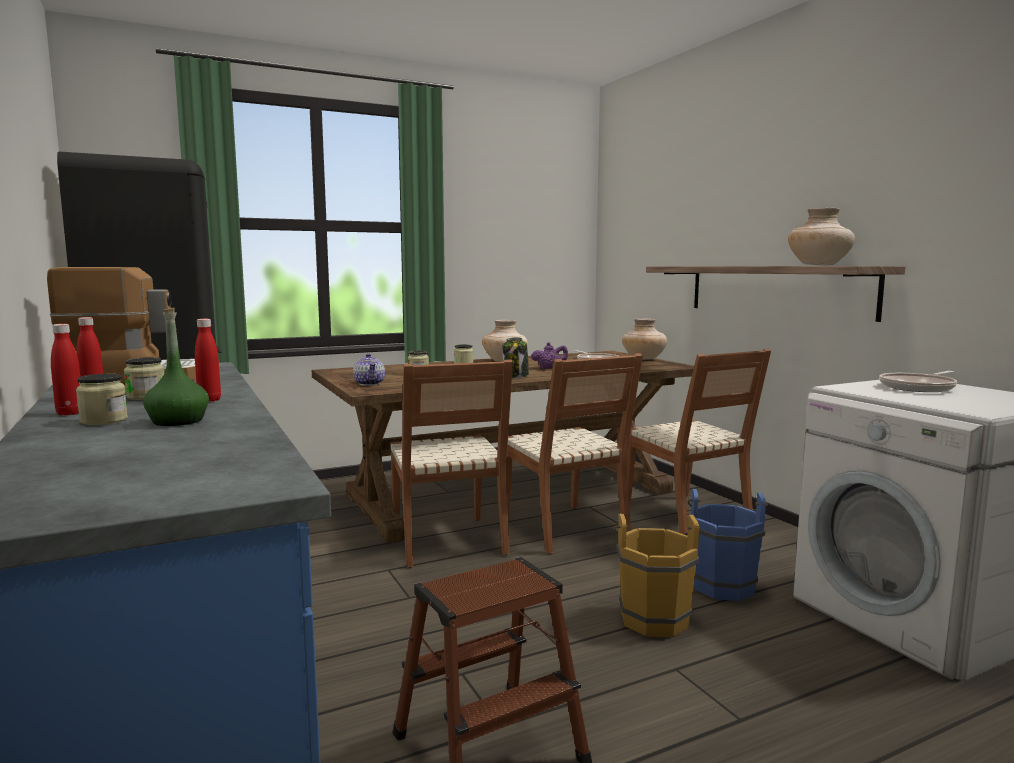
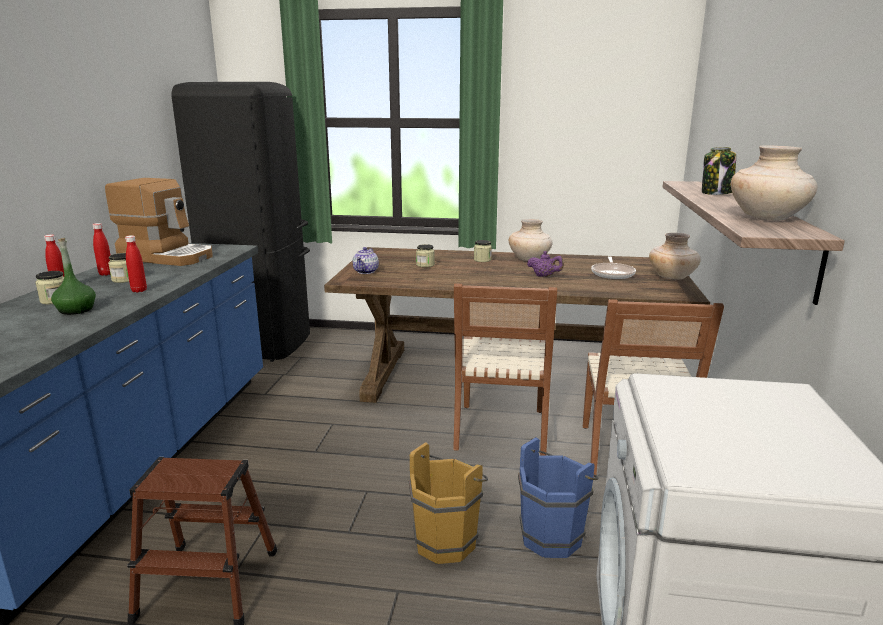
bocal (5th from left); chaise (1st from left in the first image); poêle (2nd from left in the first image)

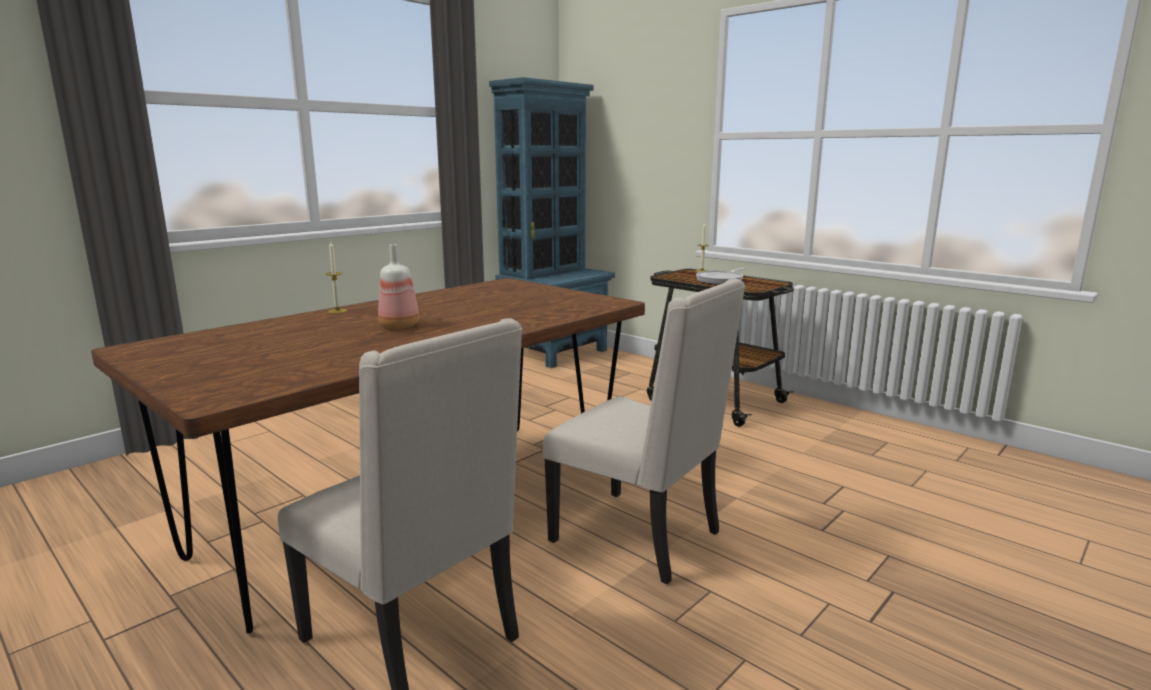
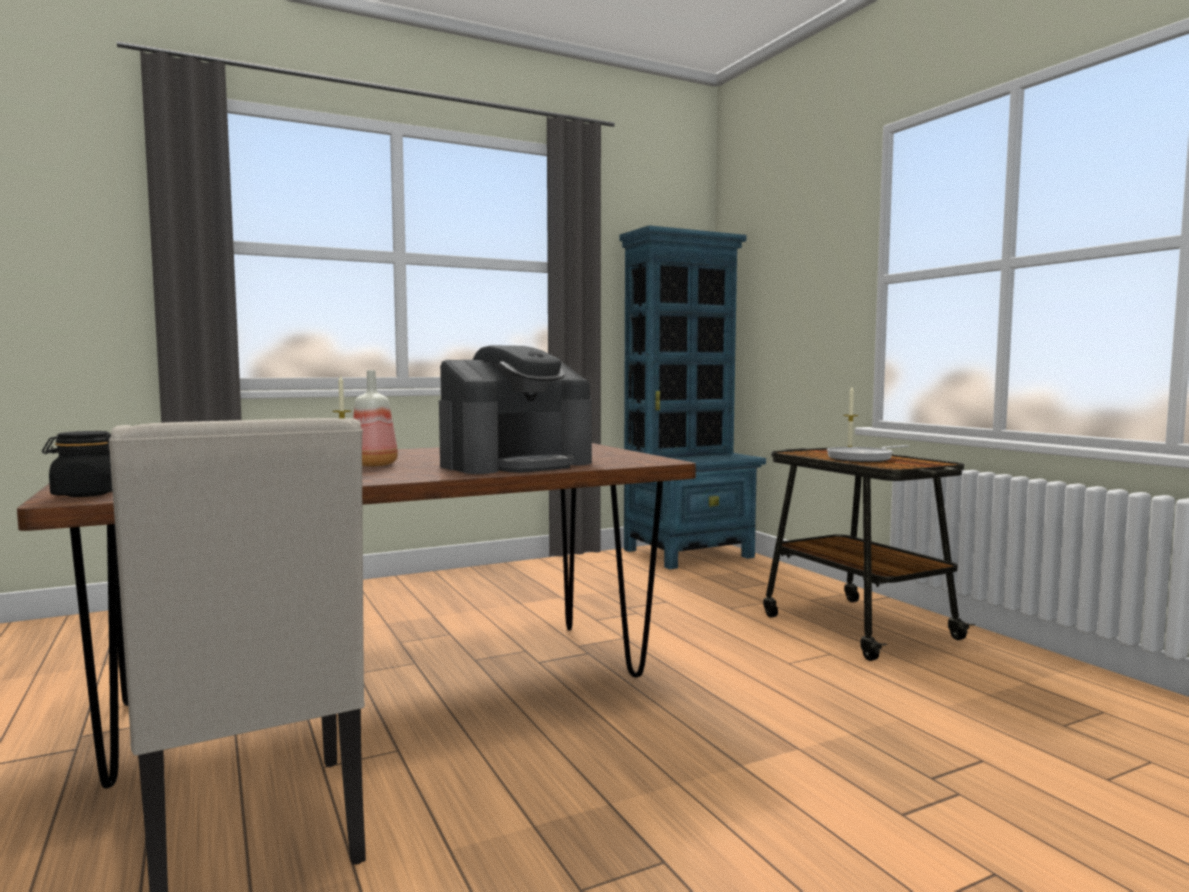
bocal (noir); machine à café; chaise (beige) (2nd from left in the first image)

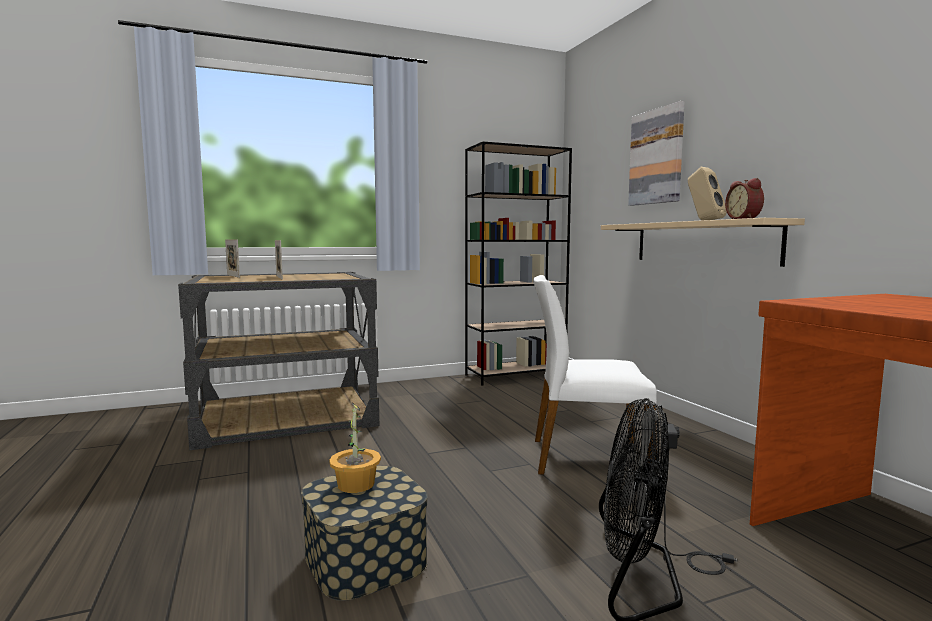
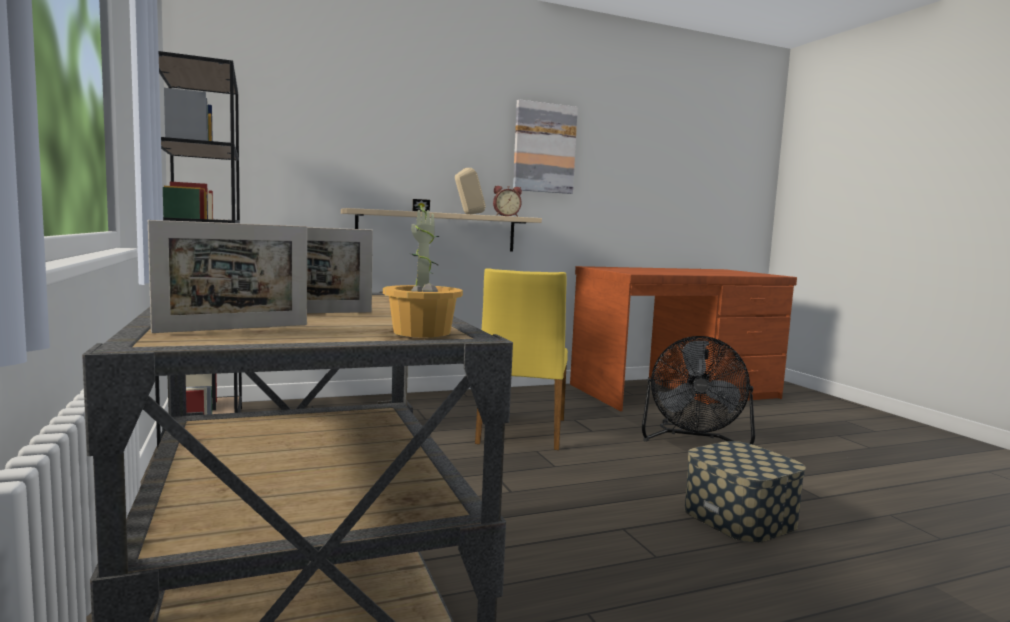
plante en pot; chaise (jaune); tableau

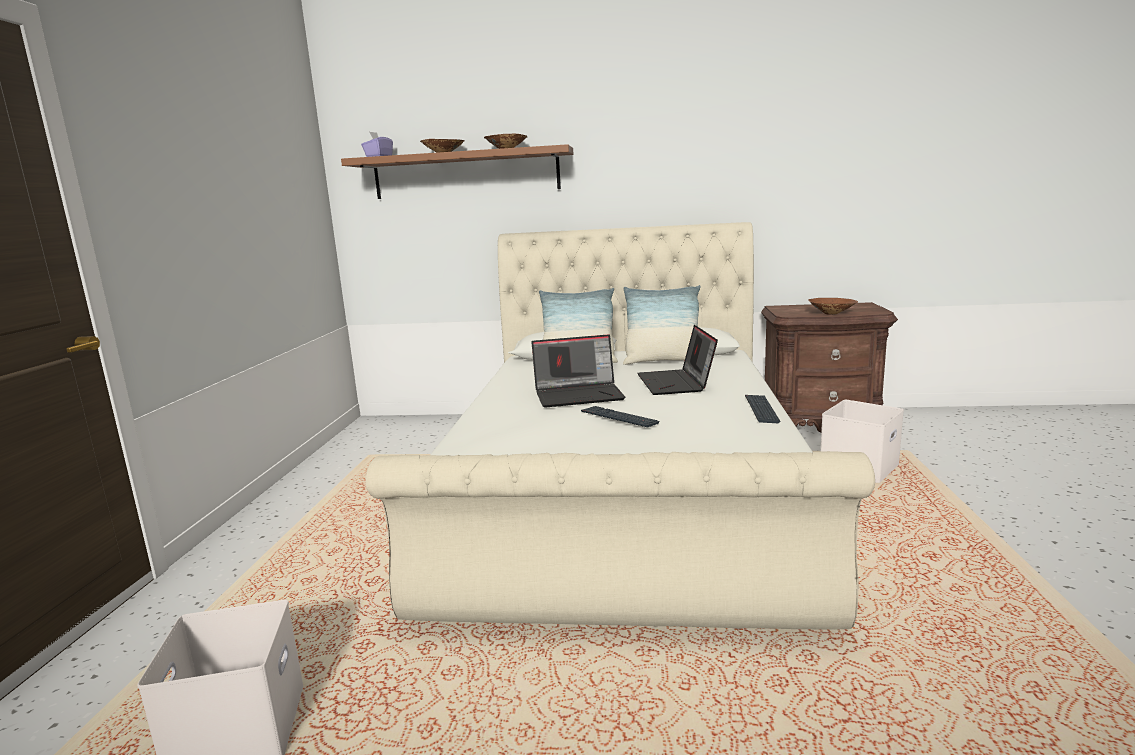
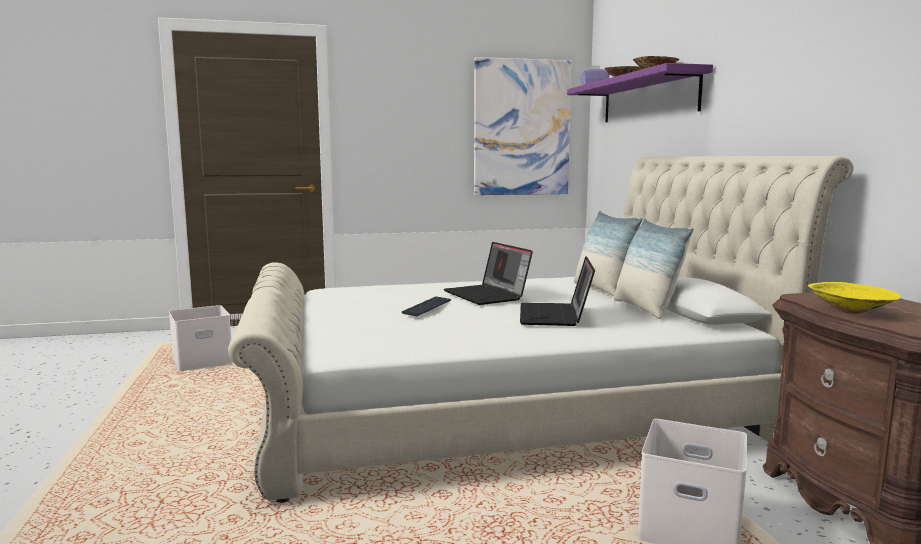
tableau; ordinateur portable (2nd from left); étagère (violet); bol (jaune); clavier (2nd from left in the first image)

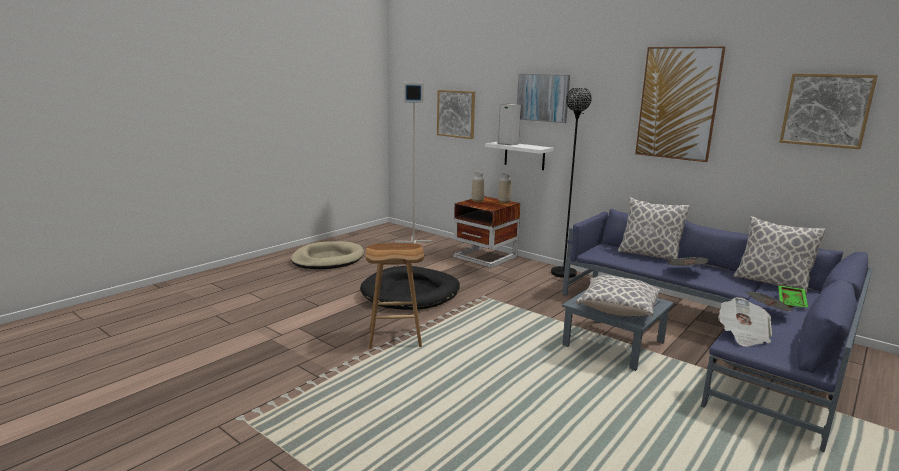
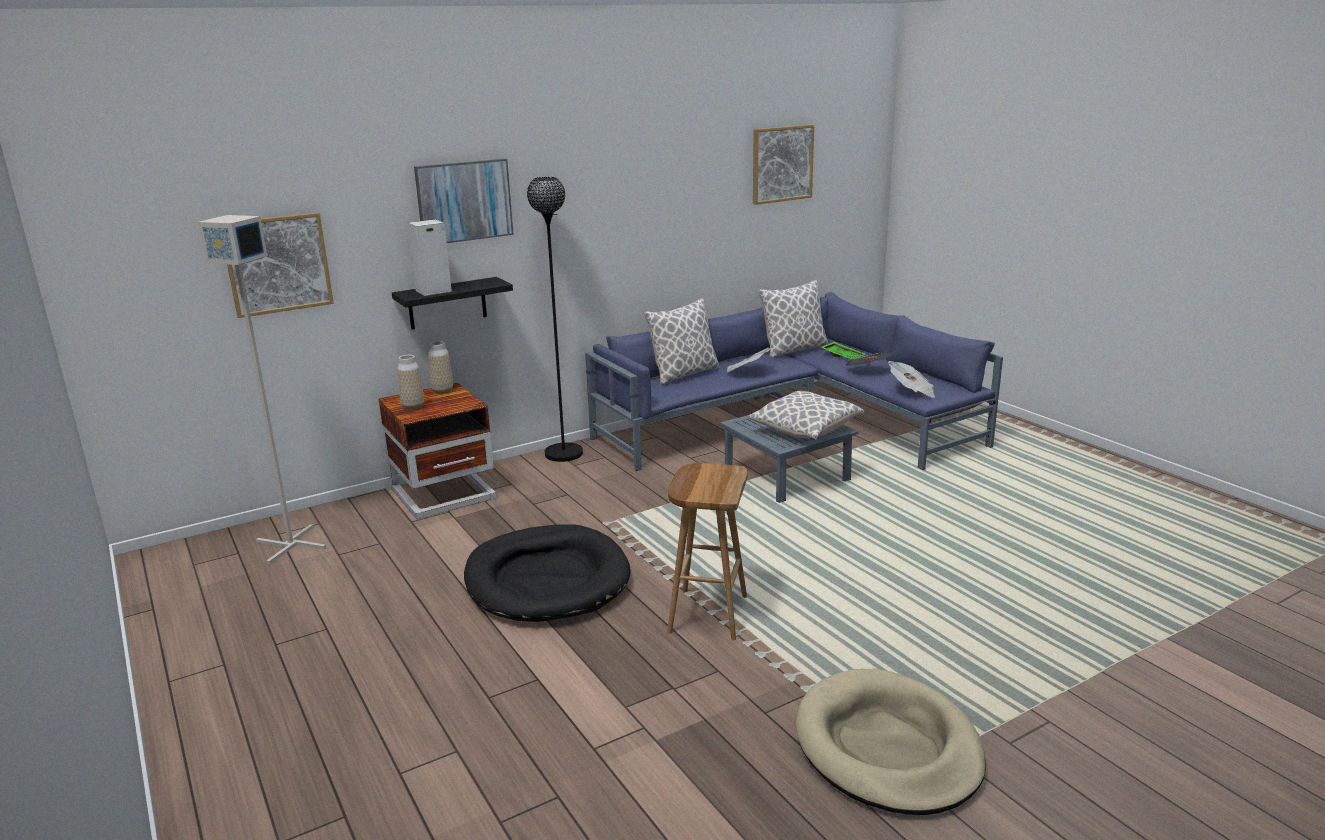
étagère (noir); panier pour chien (beige); tableau (3rd from left in the first image)

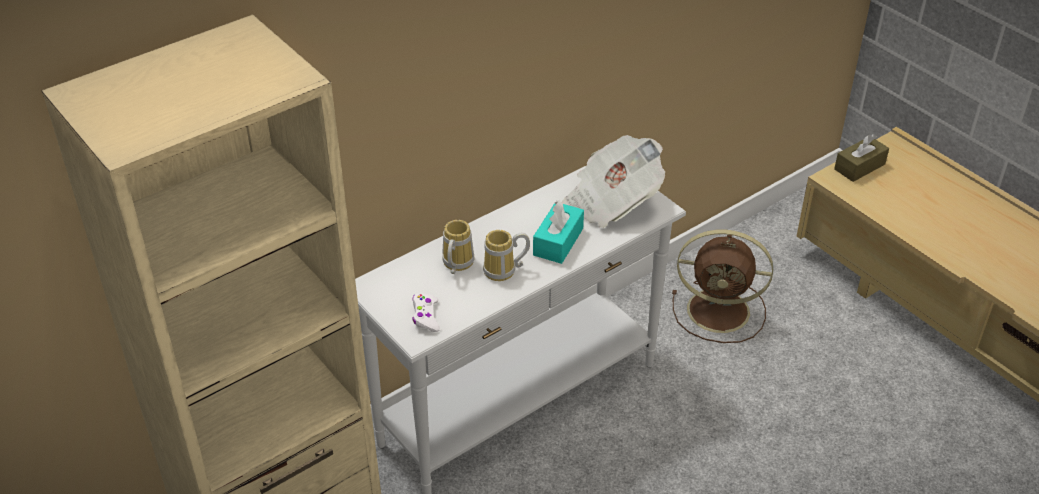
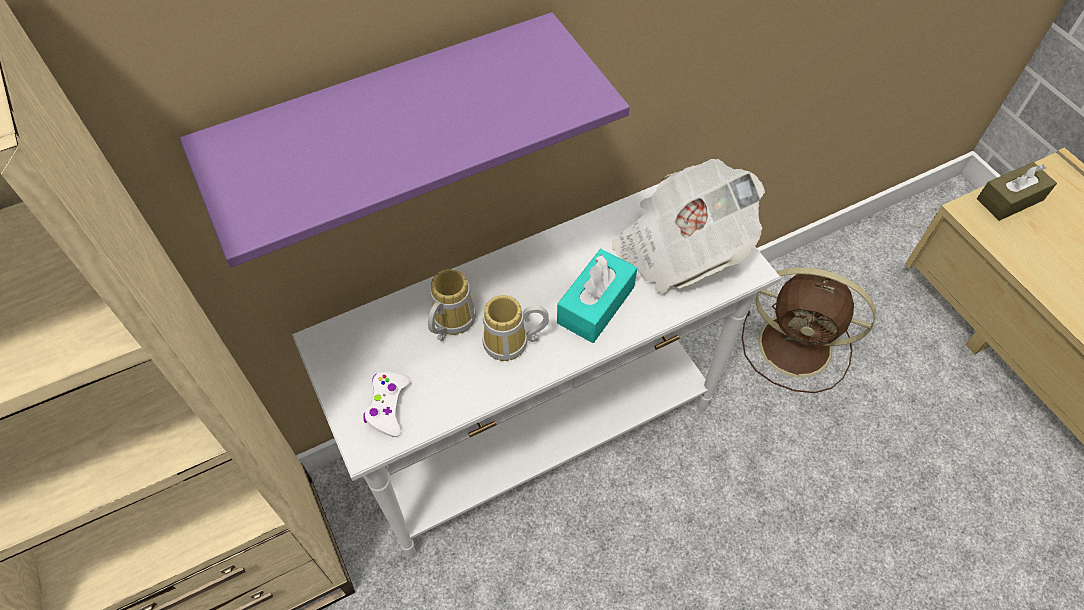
étagère (violet)

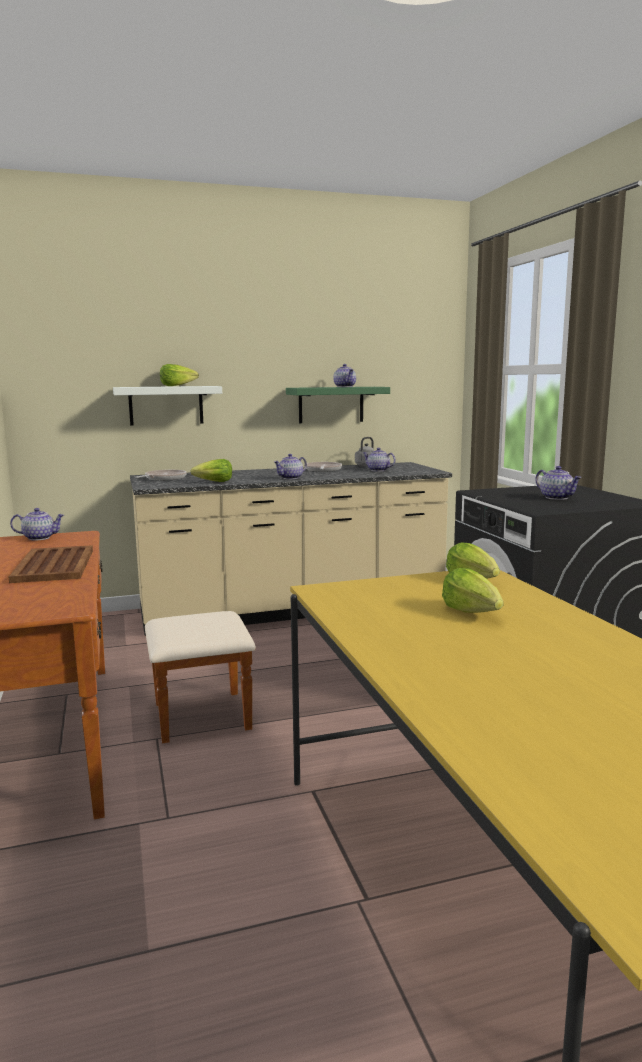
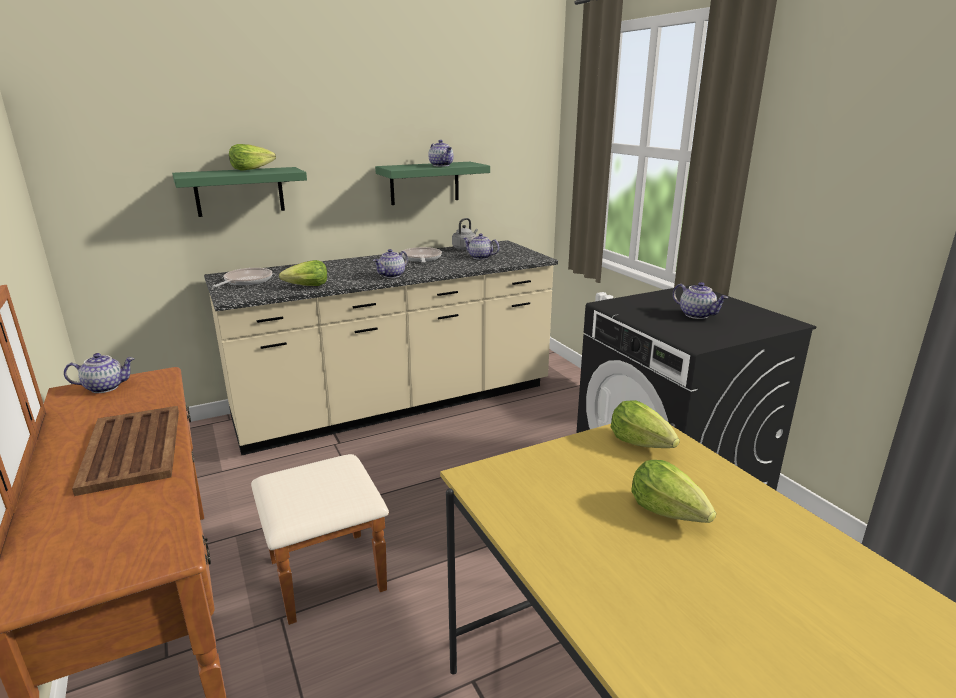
étagère (vert) (1st from left)

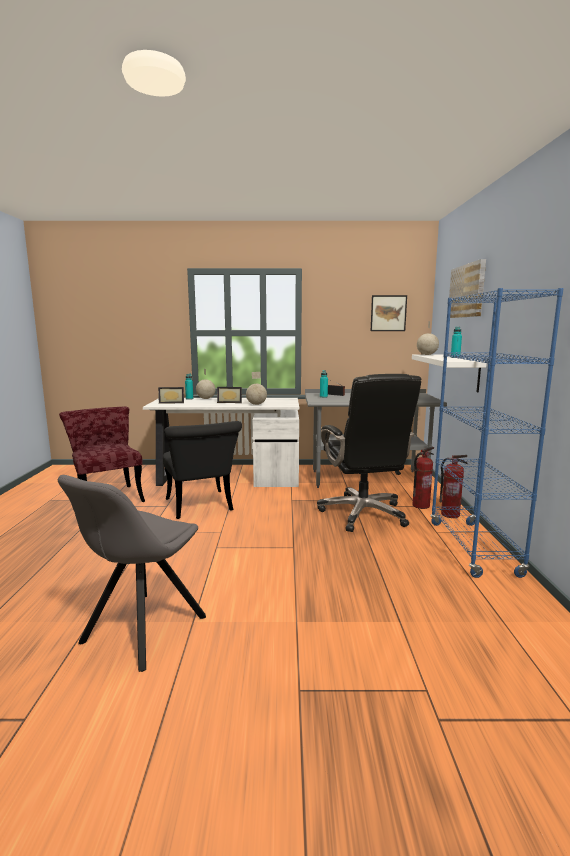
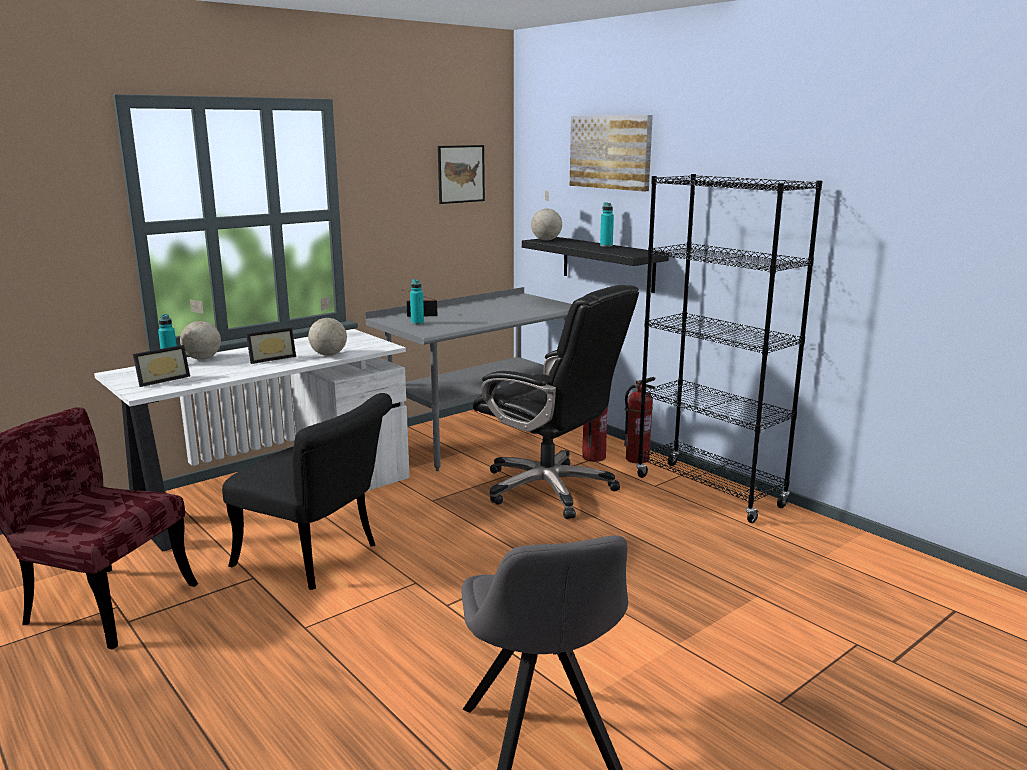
étagère (noir); bibliothèque (noir)

